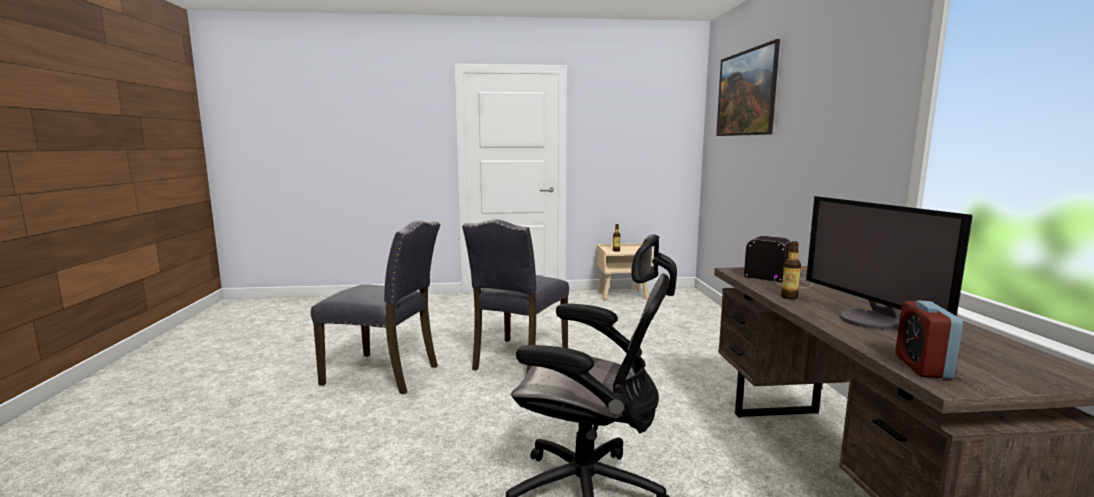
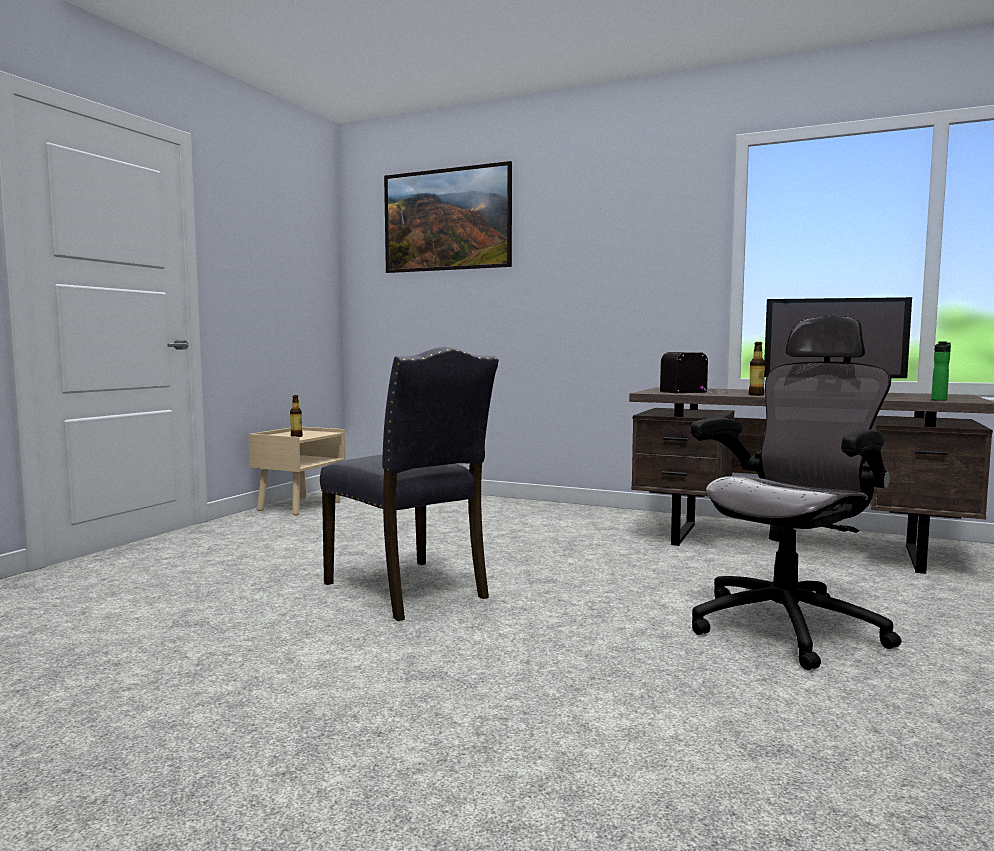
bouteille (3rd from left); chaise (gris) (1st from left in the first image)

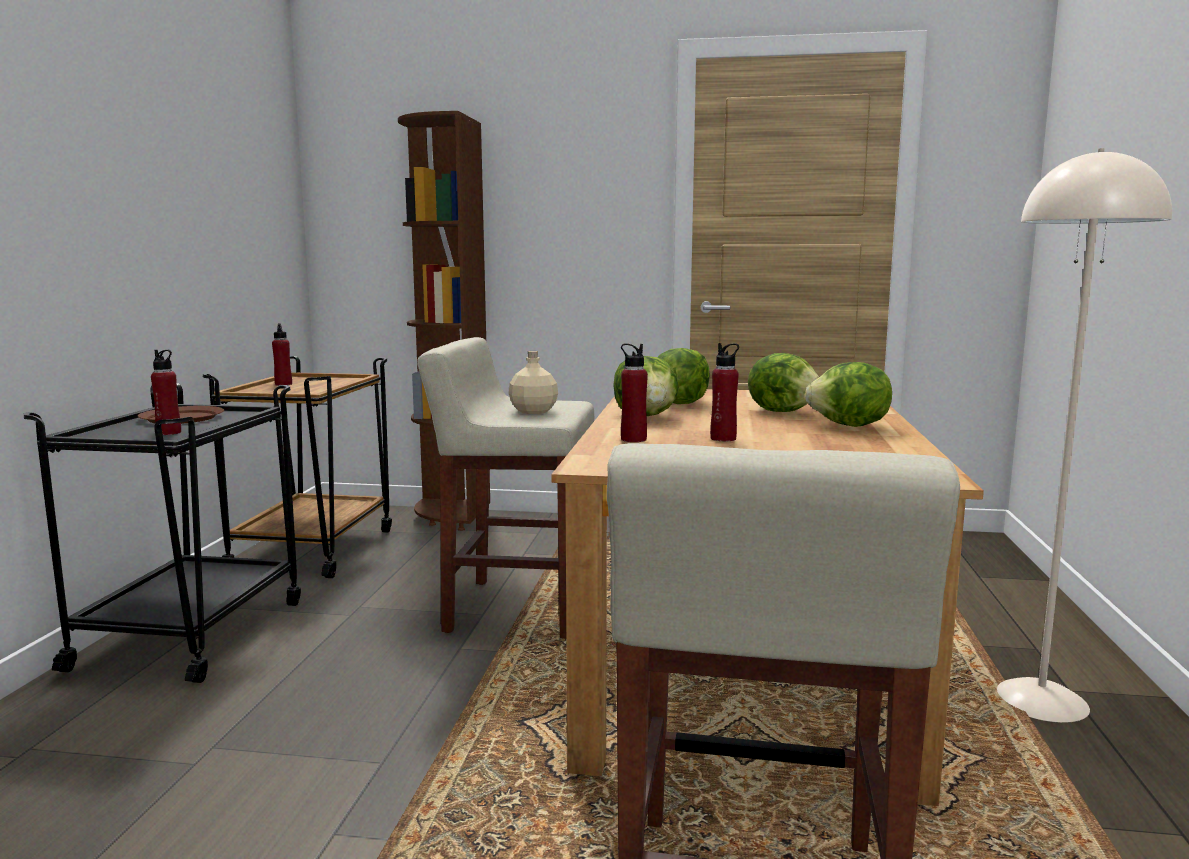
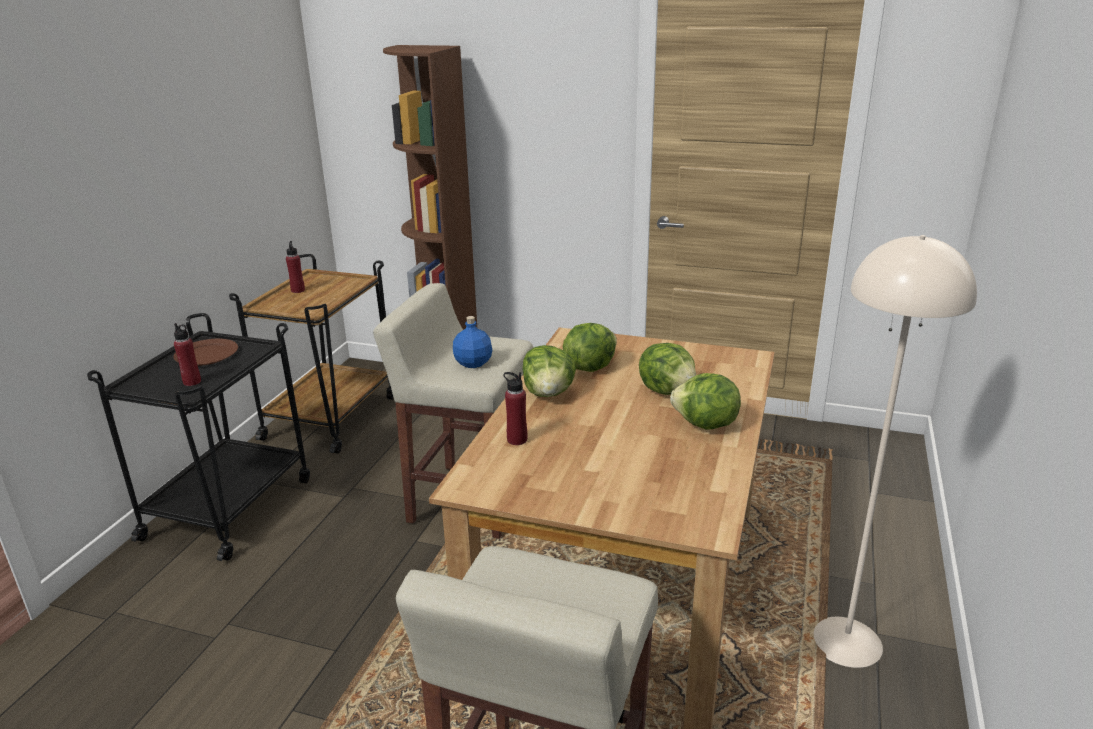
bouteille (bleu); bouteille (rouge) (4th from left in the first image)

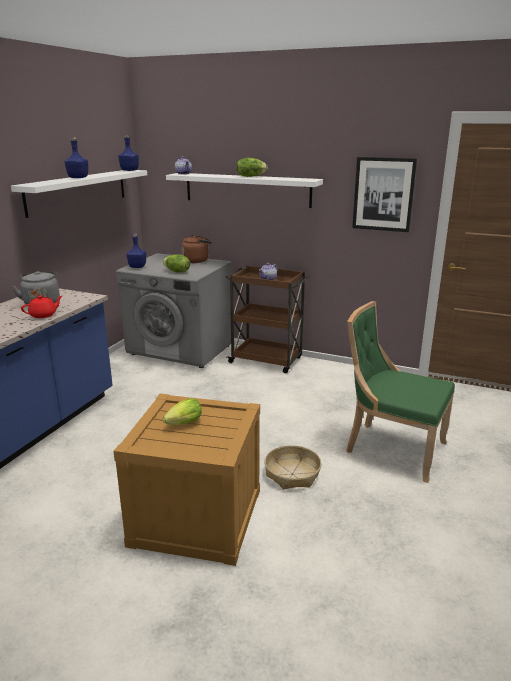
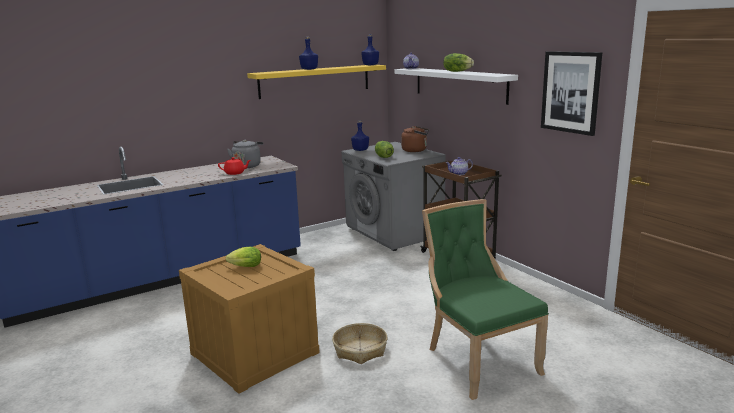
étagère (jaune)

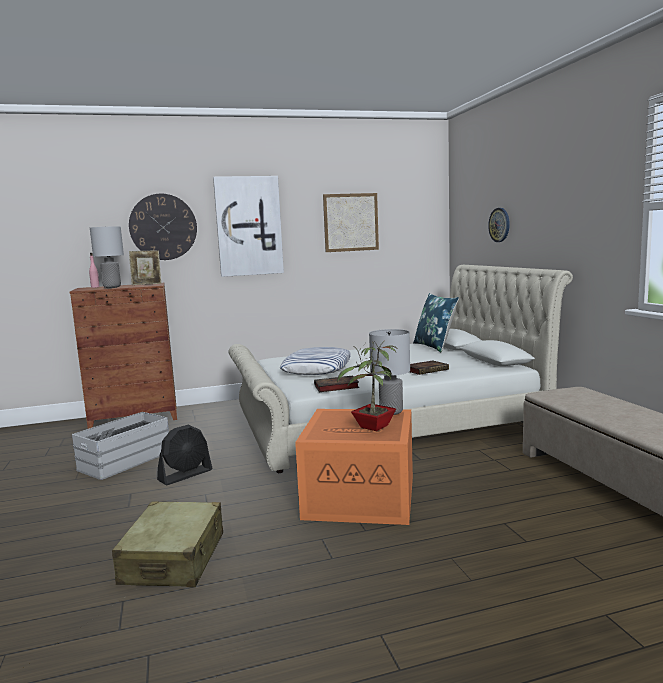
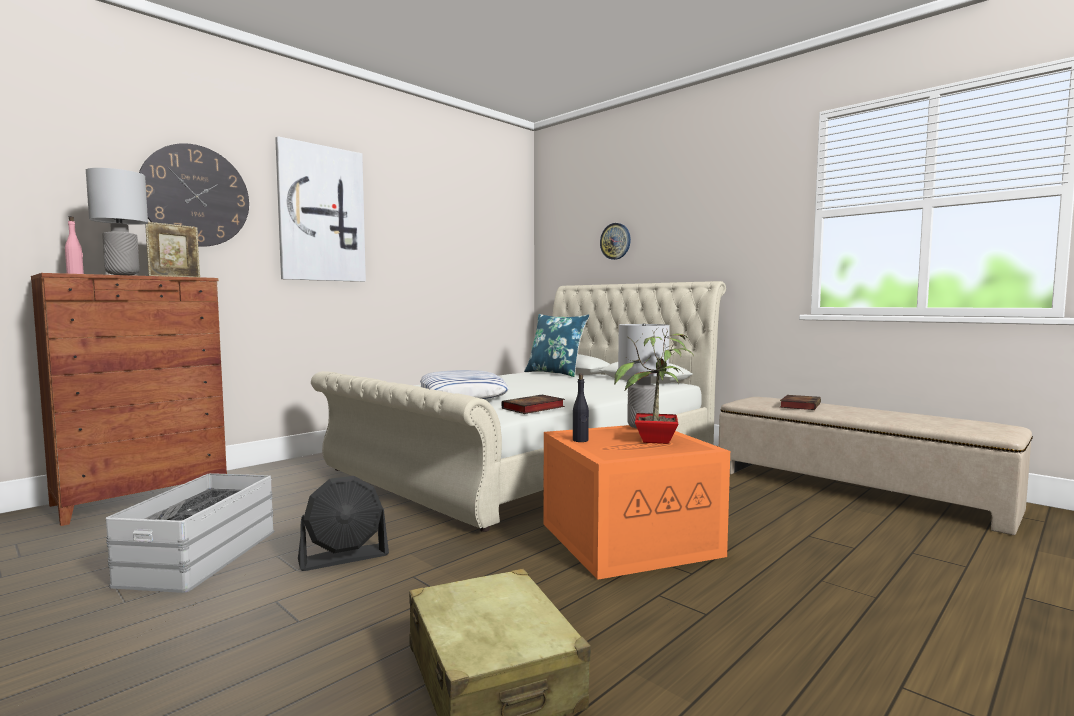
ventilateur (noir); bouteille (noir); livre (2nd from left); tableau (2nd from left in the first image)

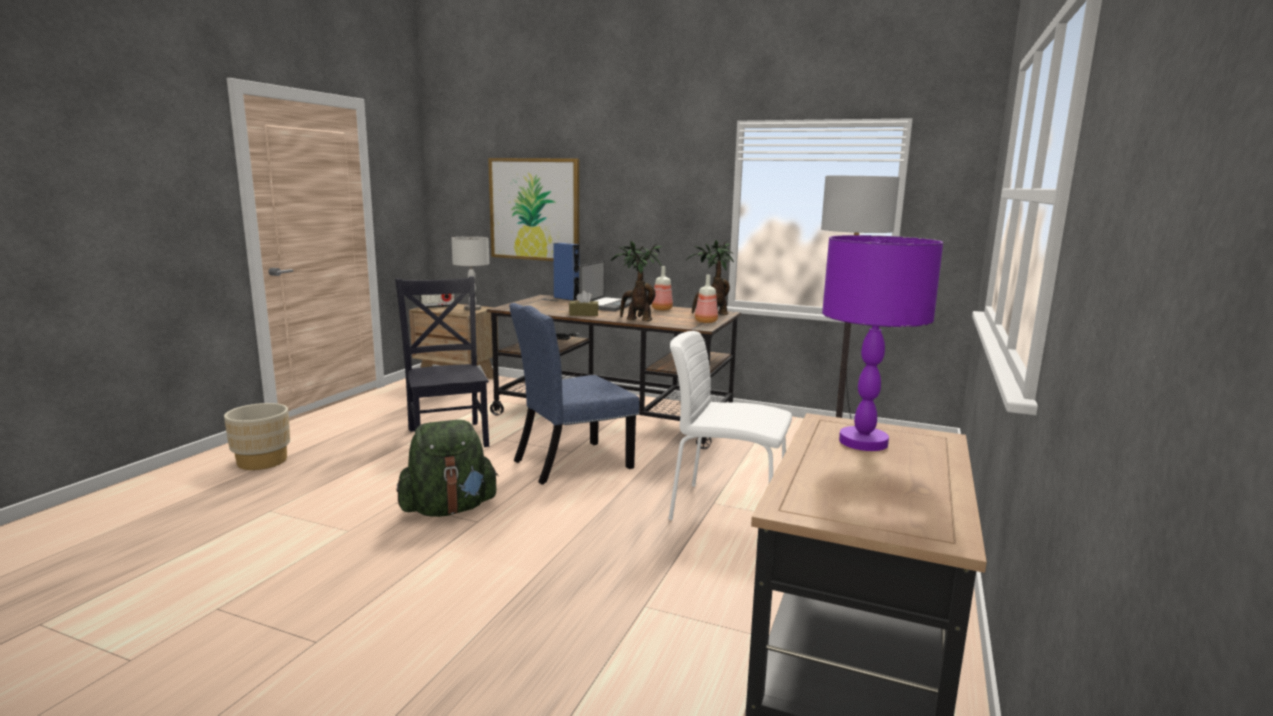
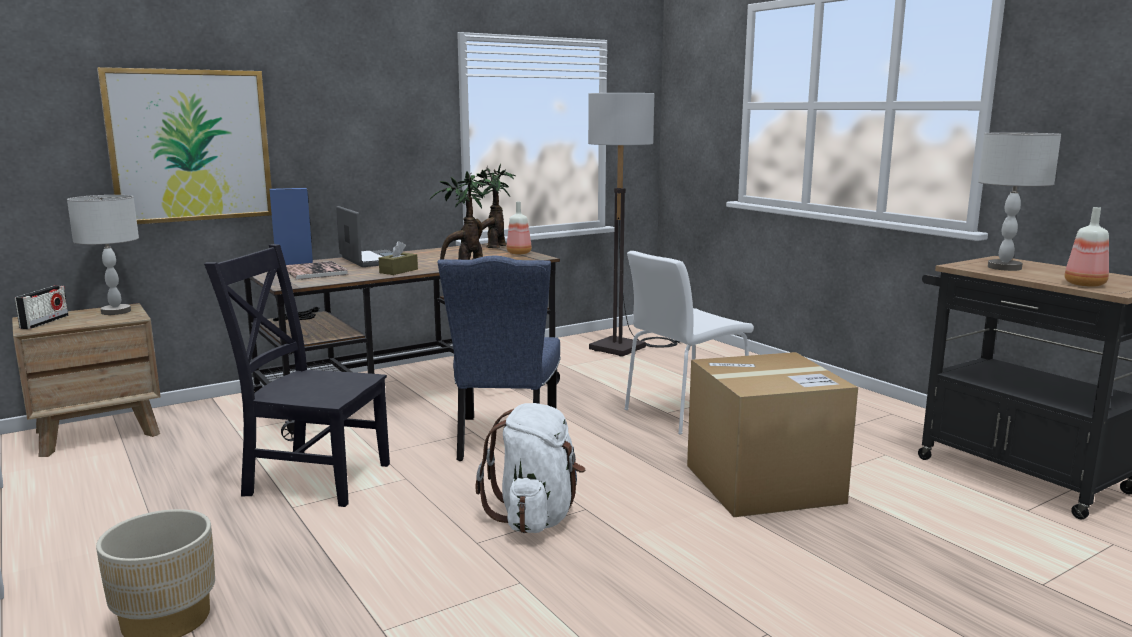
livre; sac à dos (blanc); carton; lampe de table (gris) (2nd from left); bouteille (2nd from left)

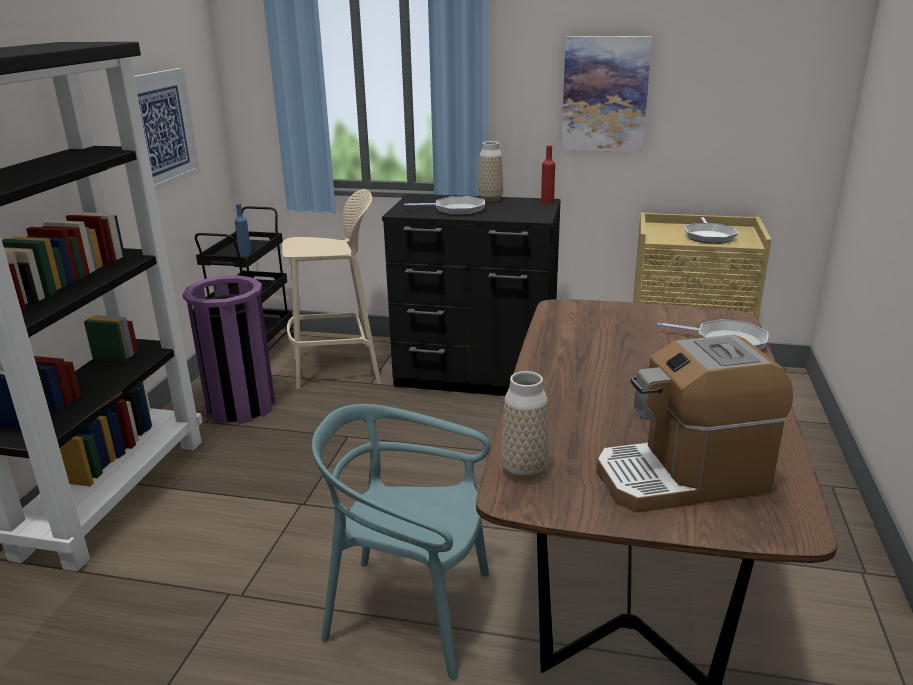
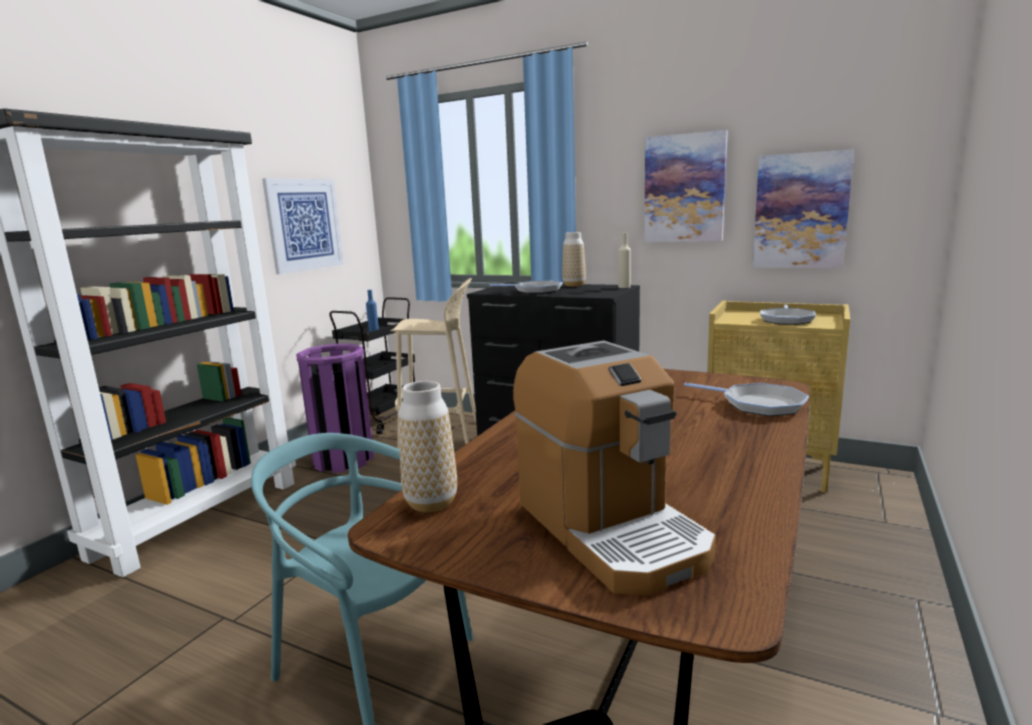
machine à café; bouteille (beige); tableau (3rd from left)

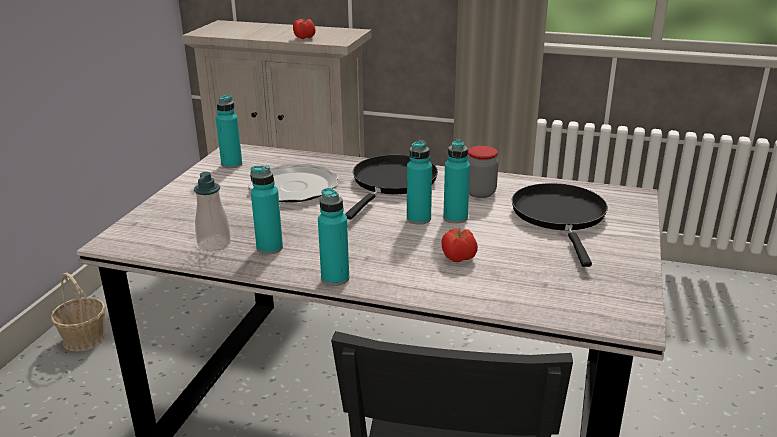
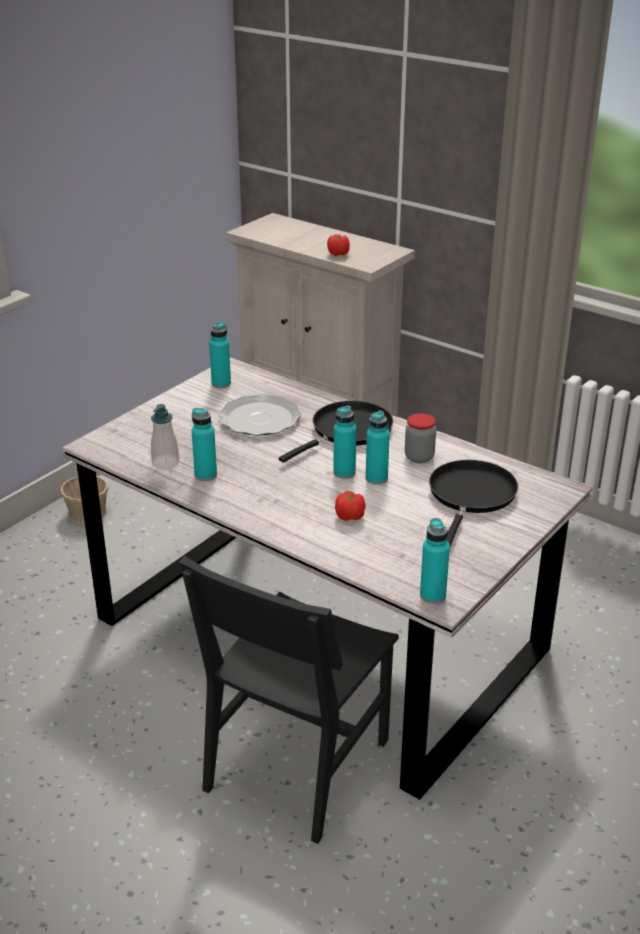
bouteille (turquoise) (5th from left)

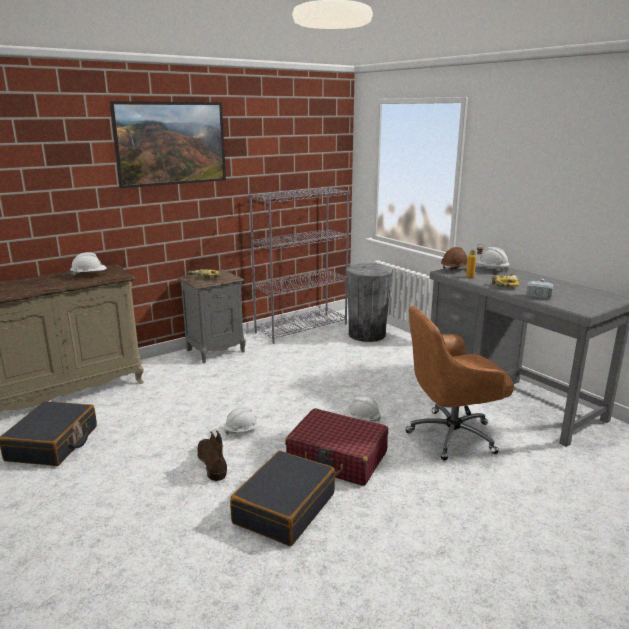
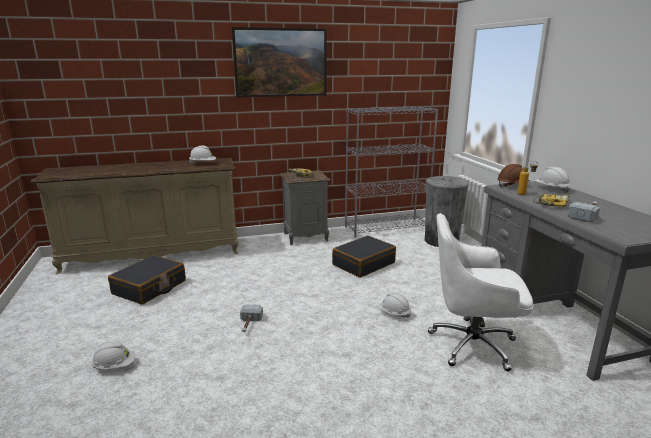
casque de chantier (blanc) (1st from left); marteau (1st from left); valise (noir) (2nd from left); chaise de bureau (blanc); valise (rouge)

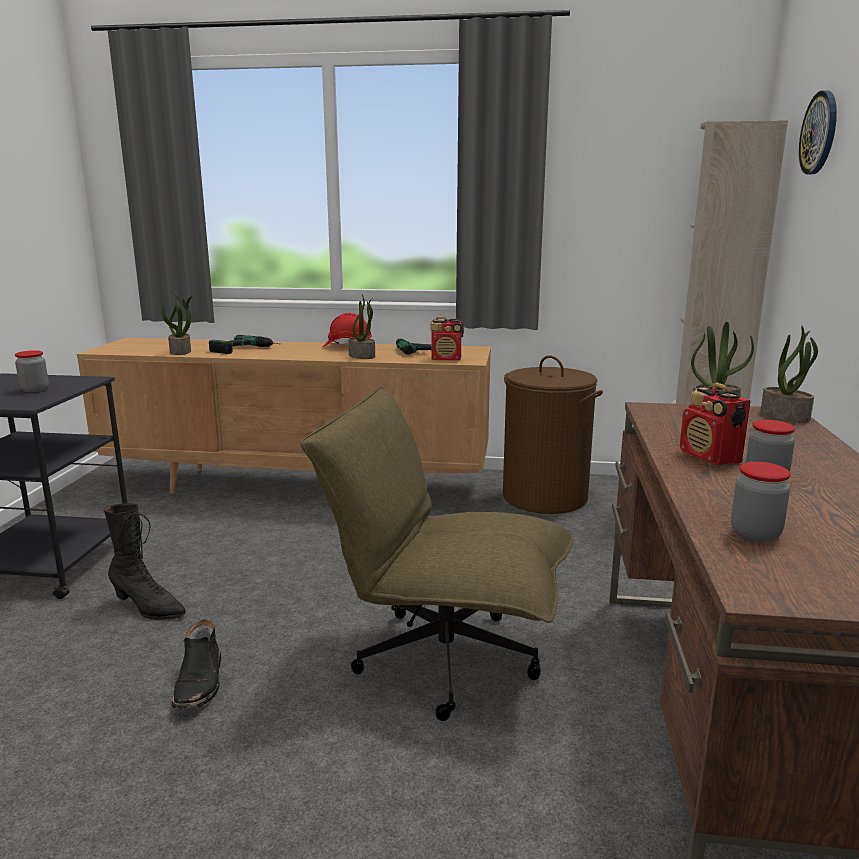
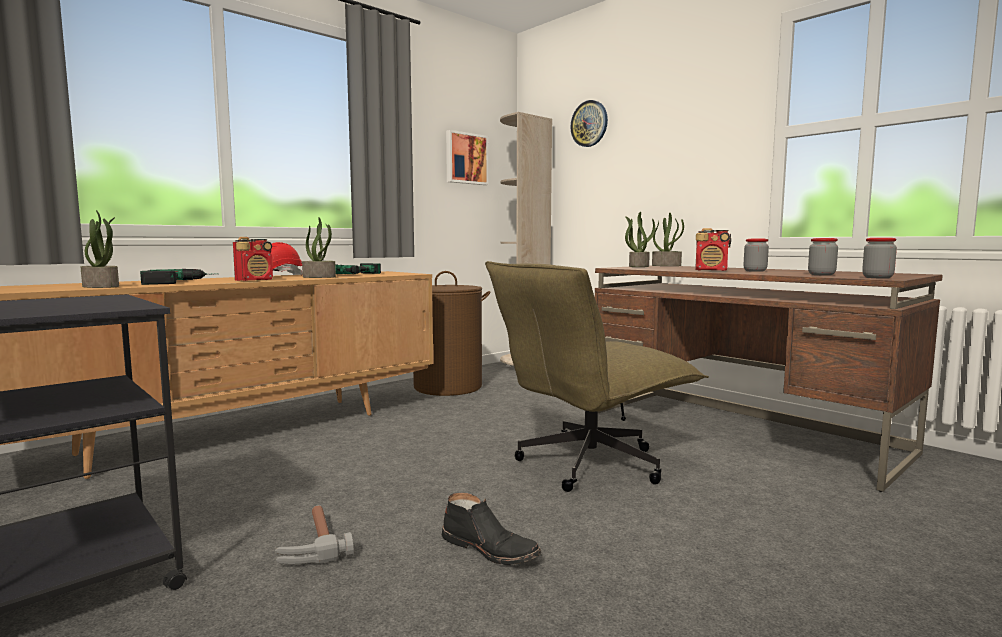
radio (1st from left); marteau; tableau; bocal (3rd from left)

